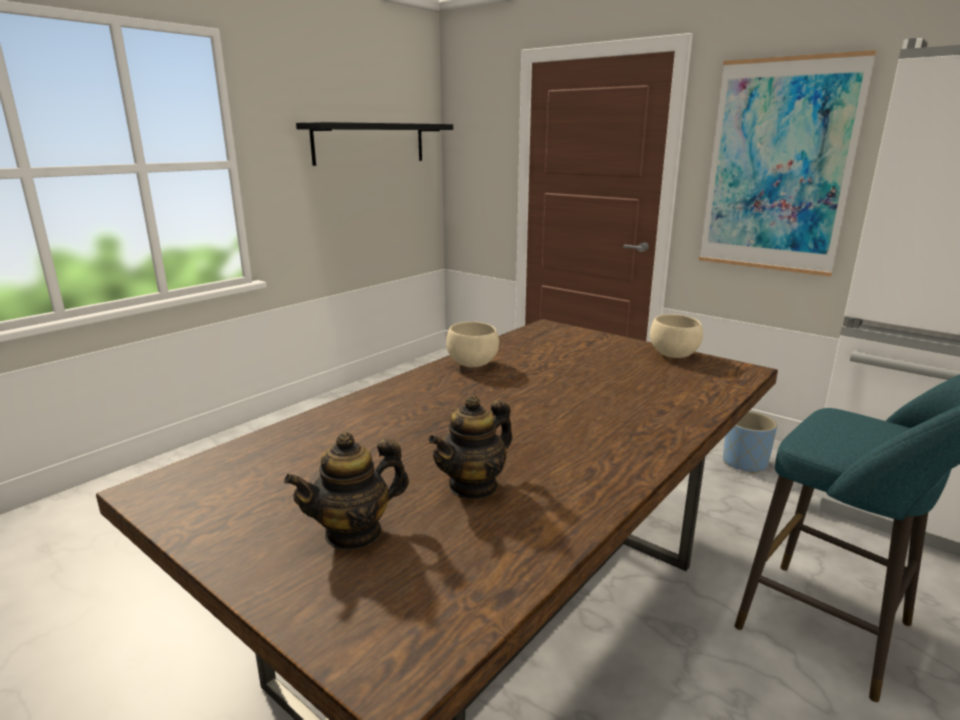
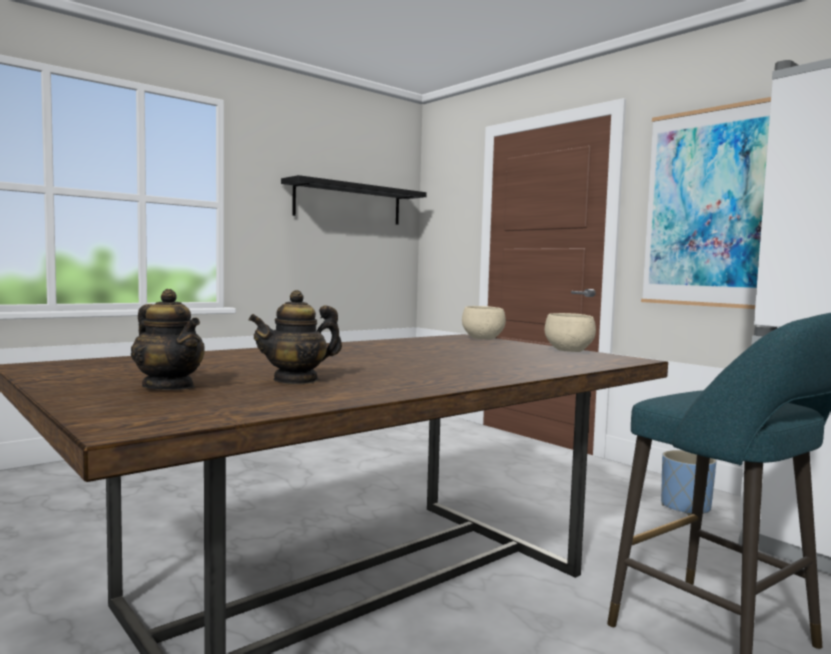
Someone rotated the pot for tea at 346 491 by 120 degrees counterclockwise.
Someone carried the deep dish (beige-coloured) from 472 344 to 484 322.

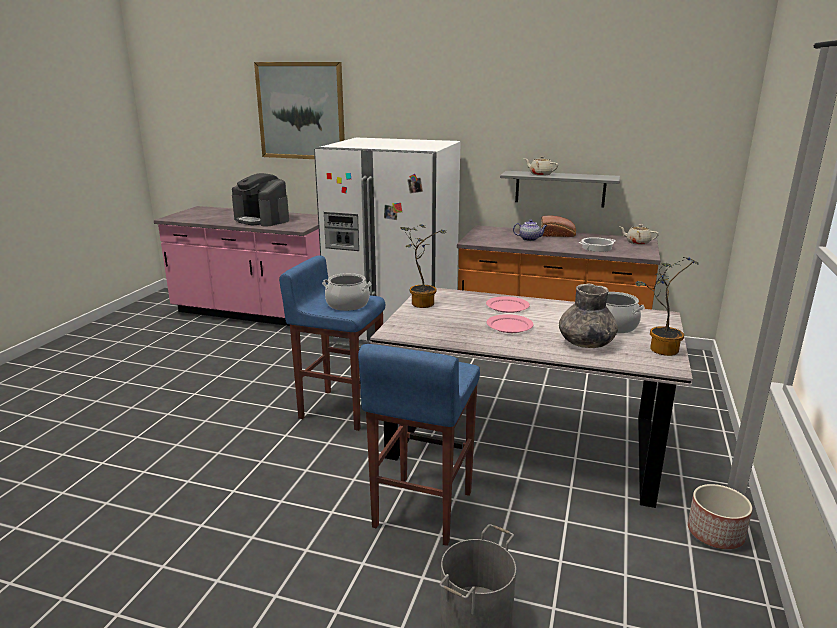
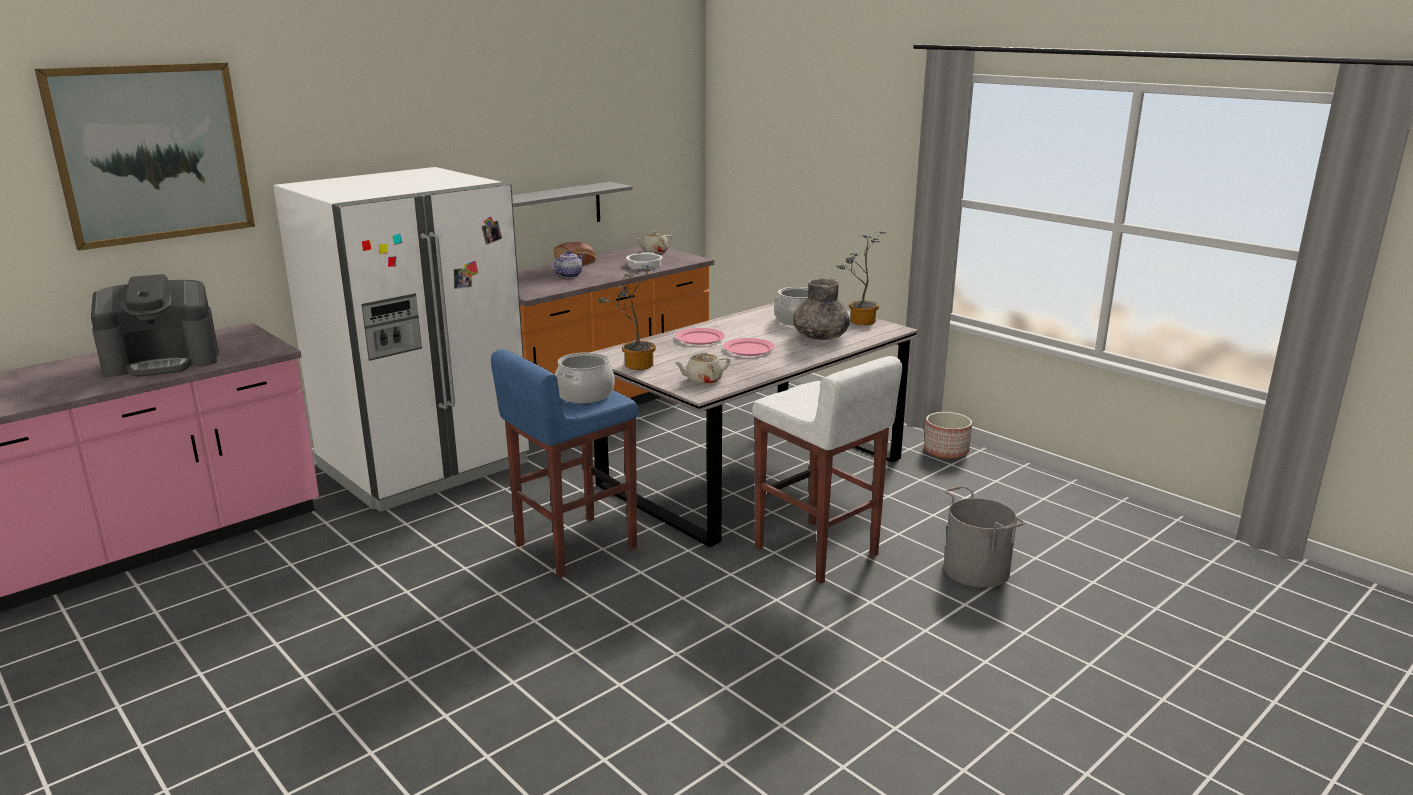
Someone repainted the stool seat (bluish) at 419 445, which became the stool seat (white-coloured) at 827 470.
Someone carried the pot for tea (beige-coloured) from 541 166 to 702 368.

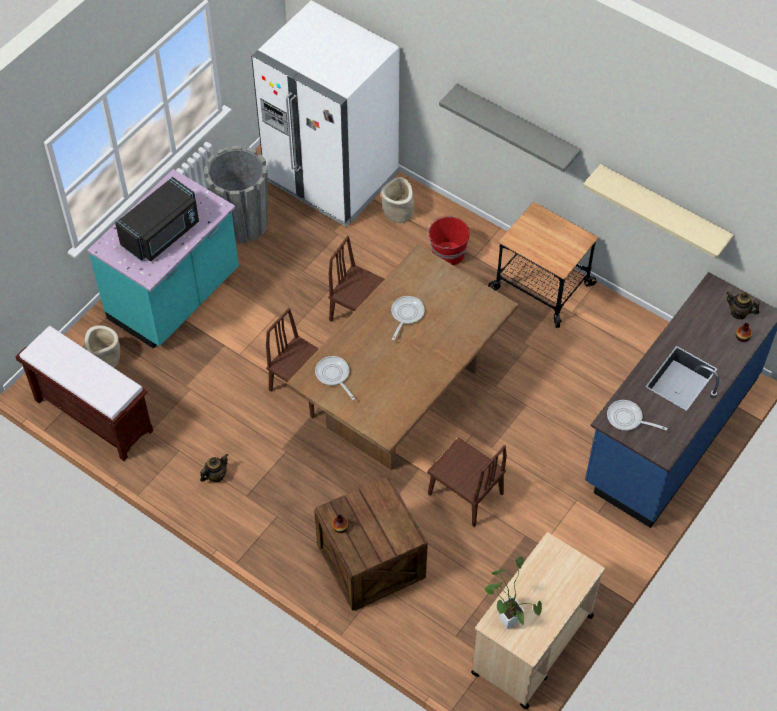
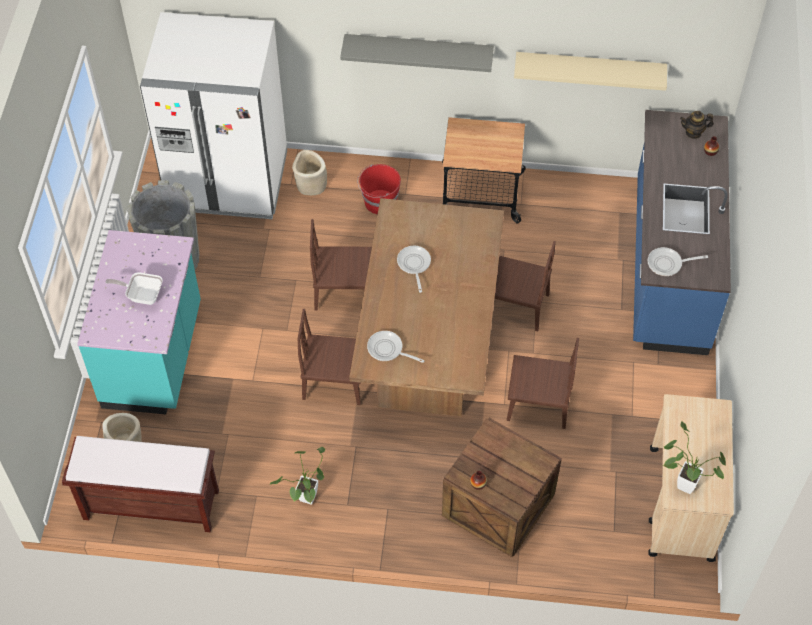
Someone swapped the kitchen microwave (blackish) at 157 219 for the frying pan at 134 288.
Someone swapped the pot for tea at 214 468 for the potted plant at 297 476.
Someone put down the chair (brownish) at 525 286.

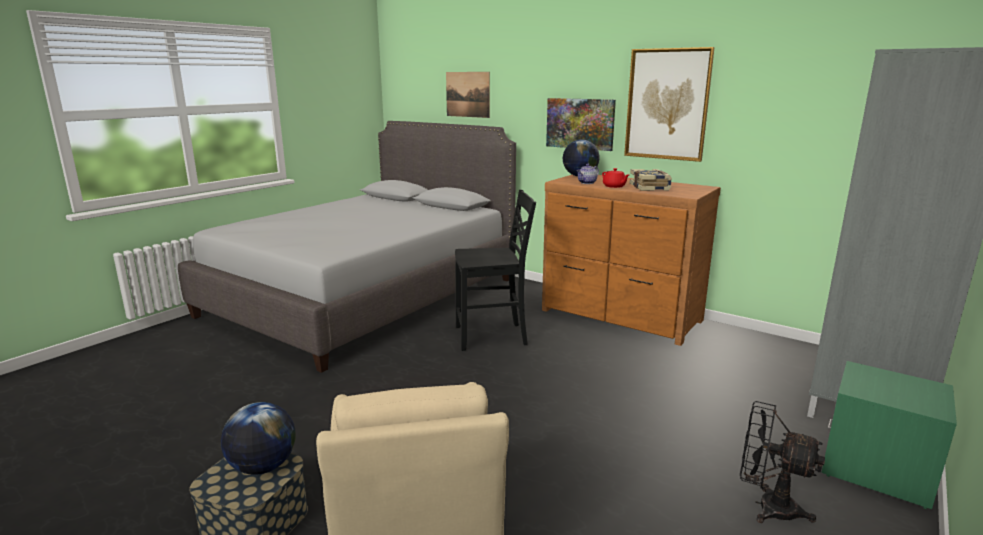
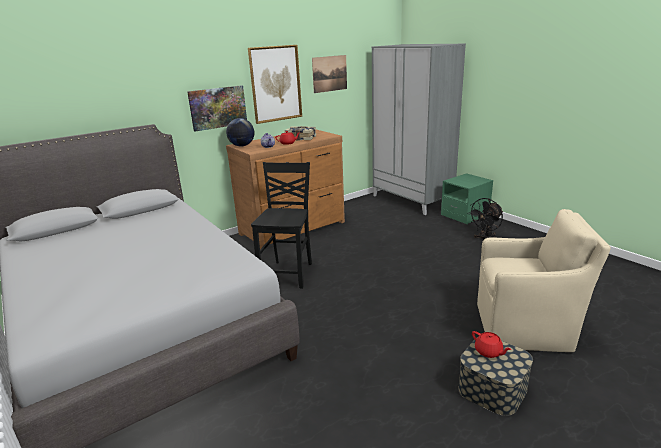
Someone swapped the world globe at 258 438 for the pot for tea (red-coloured) at 491 344.
Someone carried the wall picture from 468 95 to 329 74.

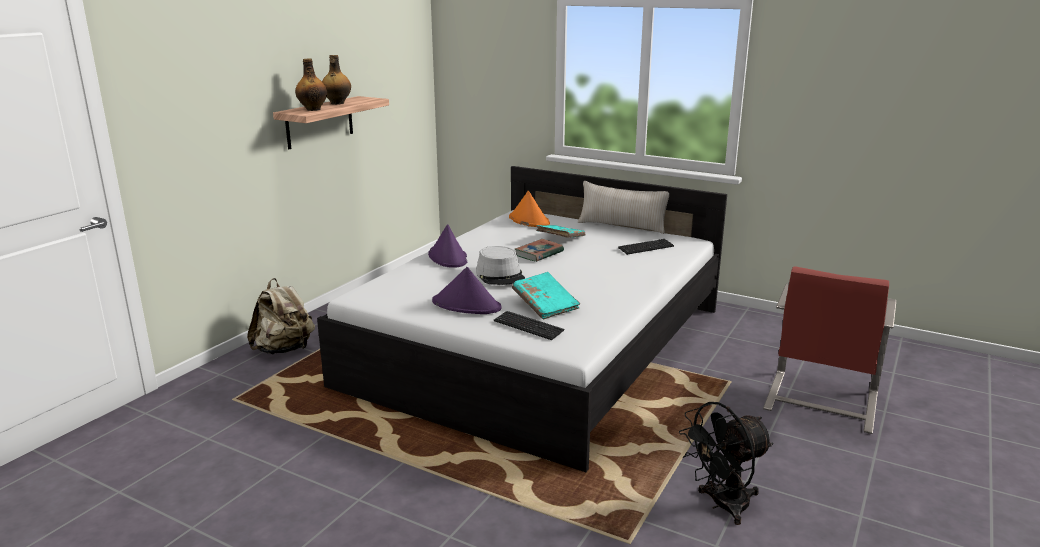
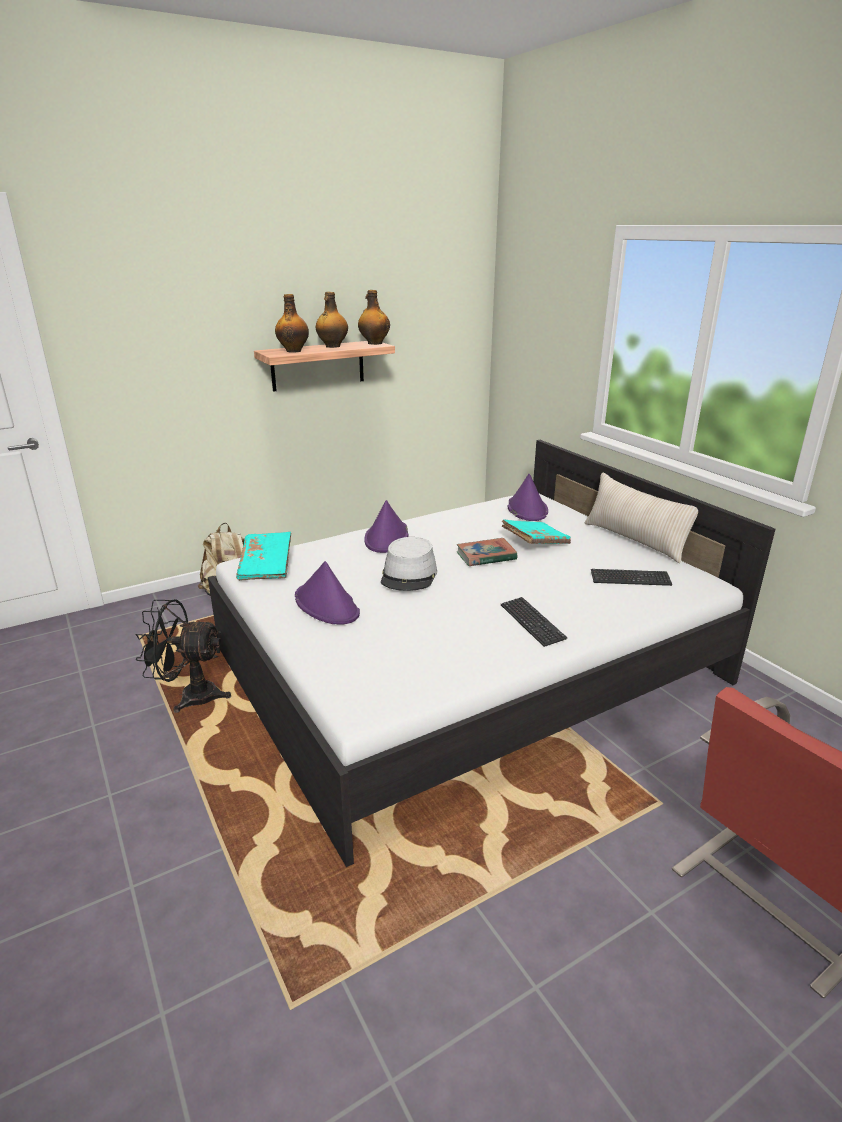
Someone carried the computer keyboard from 529 325 to 534 622.
Someone repainted the clothing hat (orange-coloured) at 529 209, which became the clothing hat (purple-coloured) at 527 497.
Someone carried the book (turquoise) from 546 296 to 263 556.
Someone carried the fan (blackish) from 726 463 to 183 656.
Someone put down the beverage bottle at 374 317.

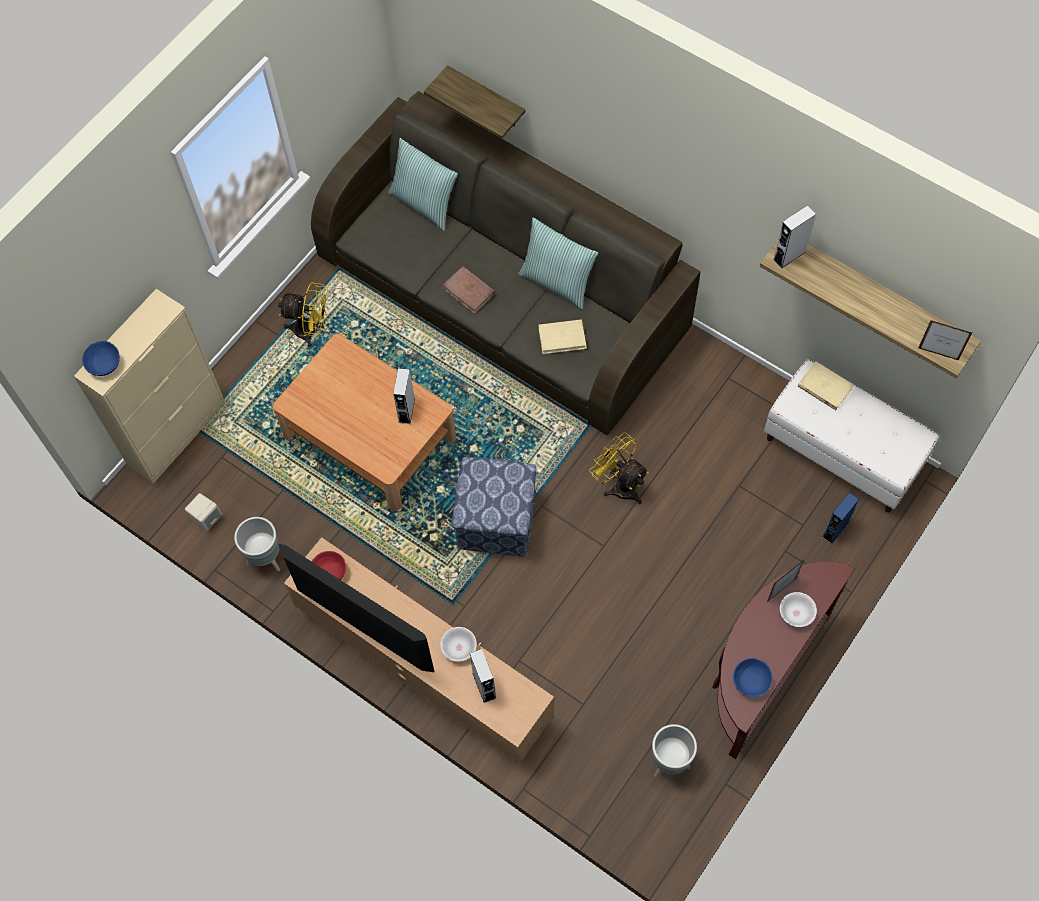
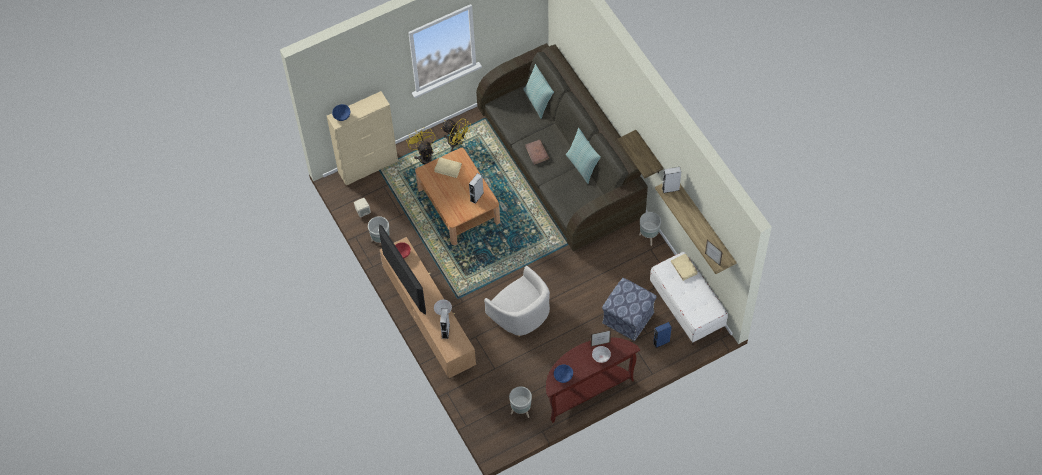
Someone carried the shelf from 474 102 to 641 154.
Someone carried the pouffe from 494 507 to 629 309.
Someone carried the book (beige-coloured) from 562 336 to 448 167.
Someone carried the fan (yellow) from 619 468 to 421 145.
Someone put down the easy chair (white-coloured) at 517 301.
Someone put down the flower pot (grey) at 650 229.

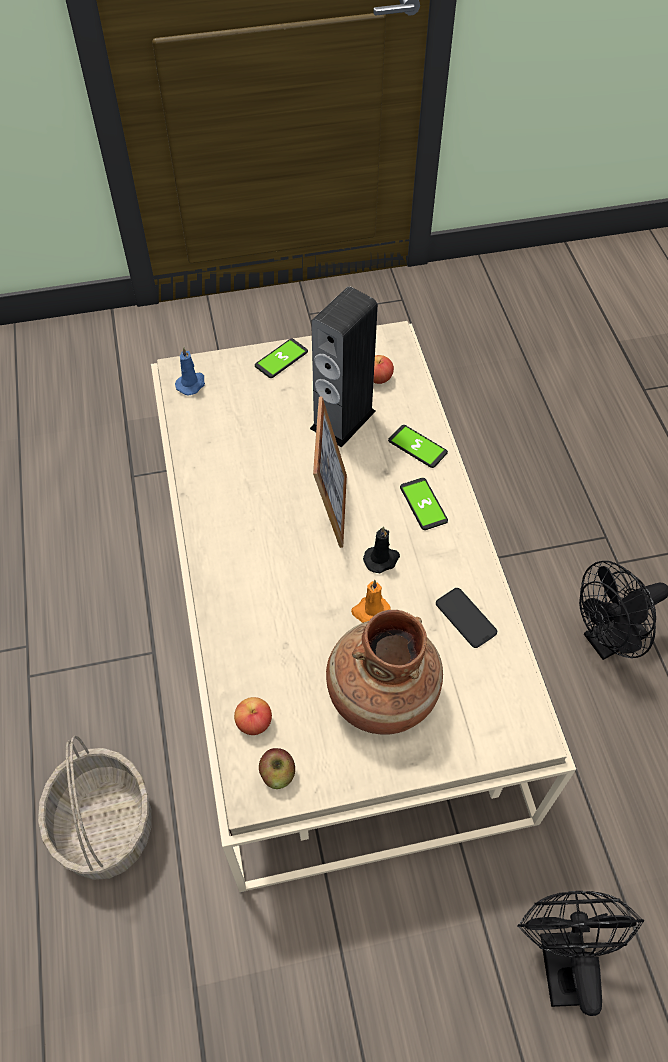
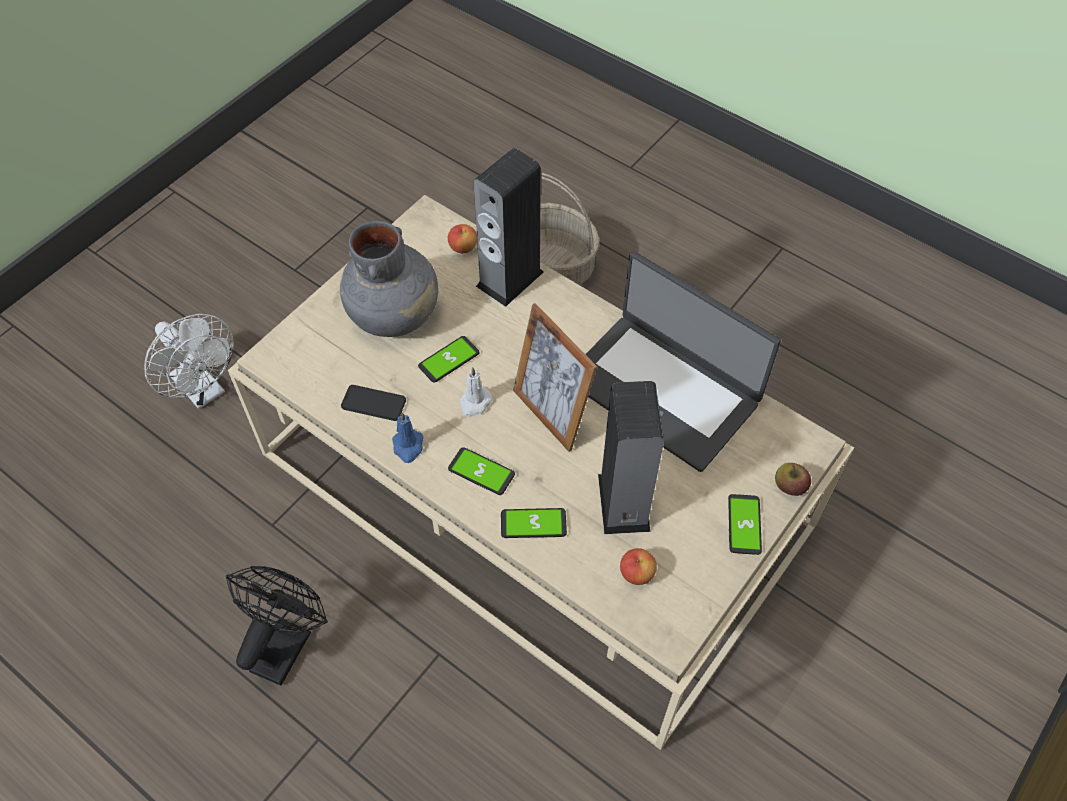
Someone carried the candle (bluish) from 190 371 to 407 437.
Someone carried the apple from 277 768 to 793 479.
Someone repainted the vase (brownish) at 384 672, which became the vase (grey) at 389 279.
Someone swapped the candle (orange-coloured) at 371 601 for the phone at 449 359.
Someone repainted the candle (blackish) at 381 549, which became the candle (white-coloured) at 476 392.
Someone repainted the fan (blackish) at 580 953, which became the fan (white-coloured) at 189 361.
Someone put down the loudspeaker at 508 227.
Someone put down the portable computer at 683 362.

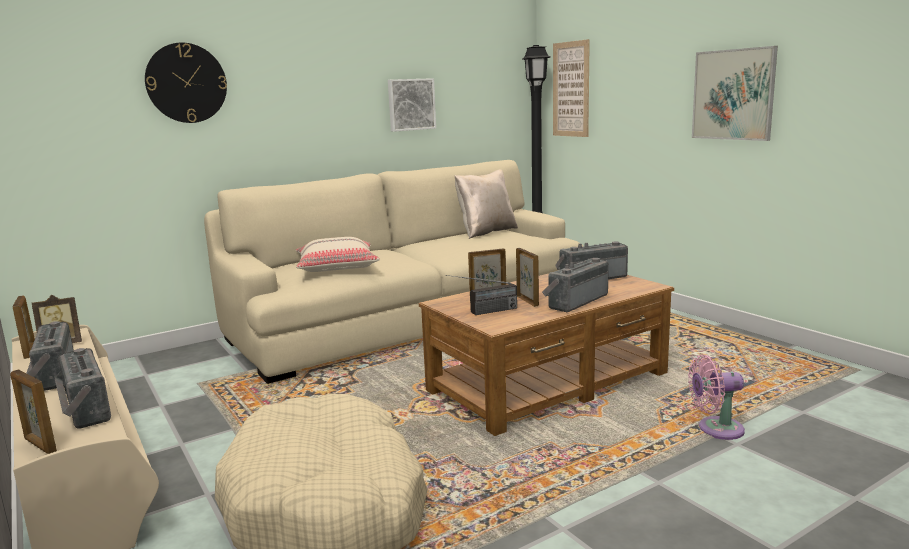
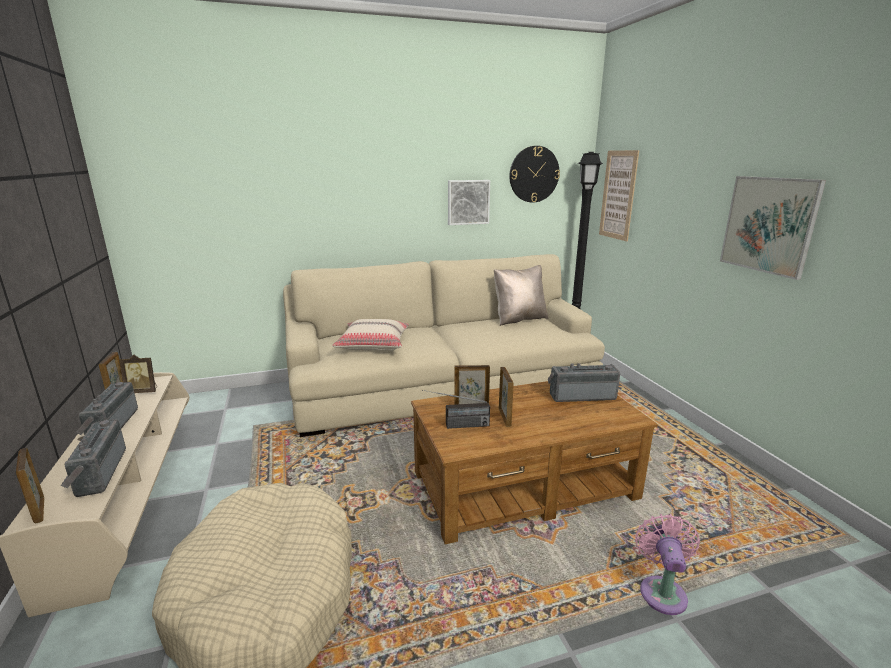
Someone carried the clock on the wall from 186 83 to 534 174.
Someone took away the radio at 575 285.
Someone rotated the fan (pink) at 716 397 by 90 degrees clockwise.

